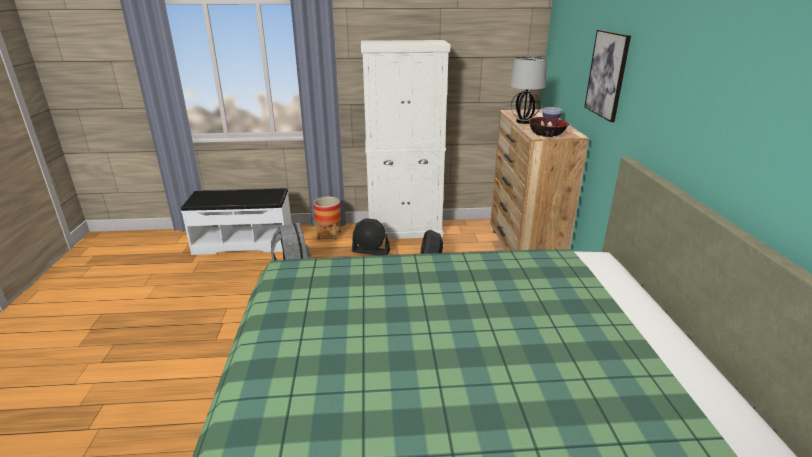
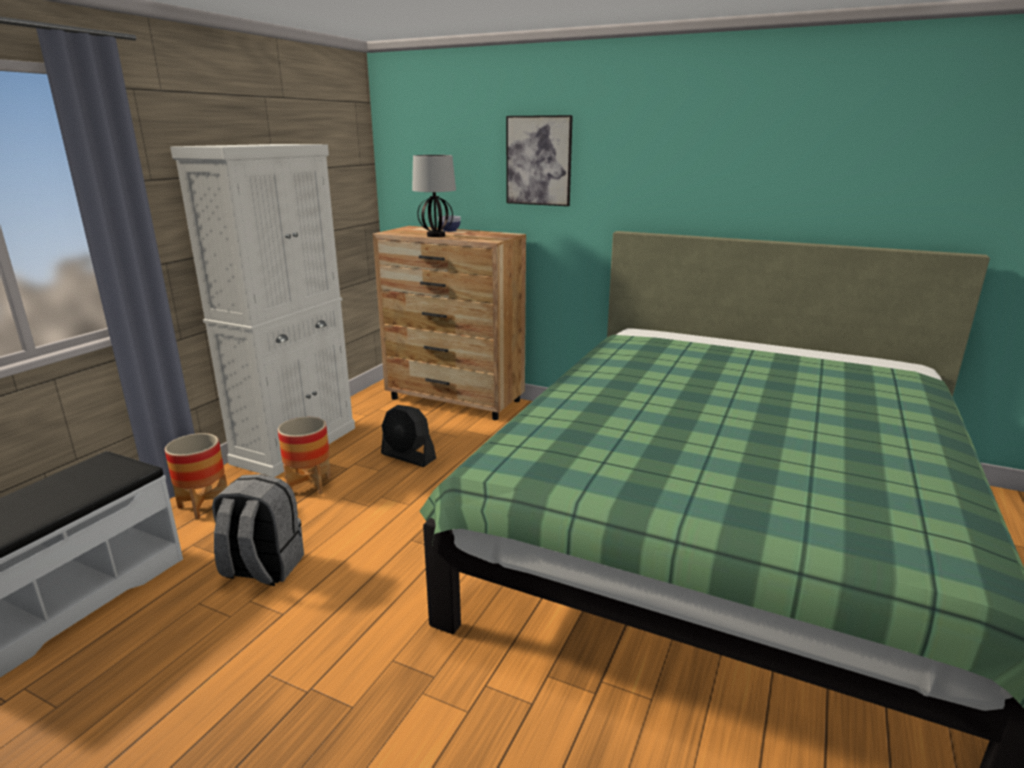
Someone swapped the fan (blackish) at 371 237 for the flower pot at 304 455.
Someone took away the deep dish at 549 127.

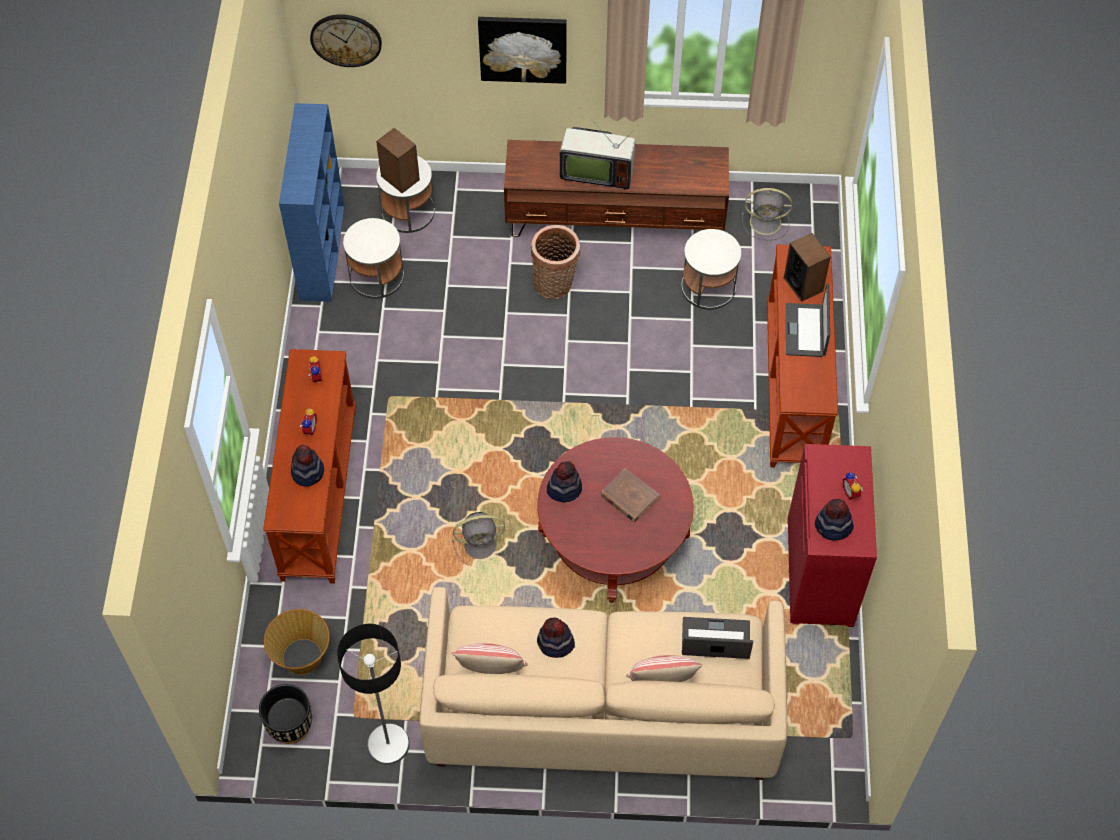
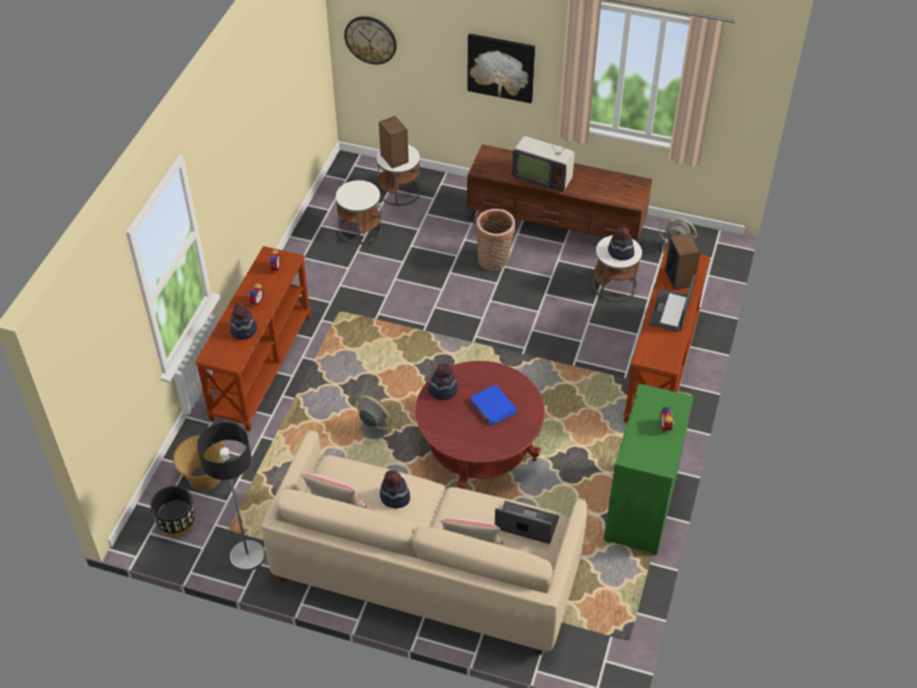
Someone took away the bookcase (bluish) at 312 202.
Someone rotated the fan (grey) at 478 539 by 150 degrees counterclockwise.
Someone repainted the book (brownish) at 630 495, which became the book (bluish) at 493 405.
Someone repainted the cupboard (red-coloured) at 832 535, which became the cupboard (greenish) at 649 470.
Someone carried the clothing hat from 834 520 to 621 243.

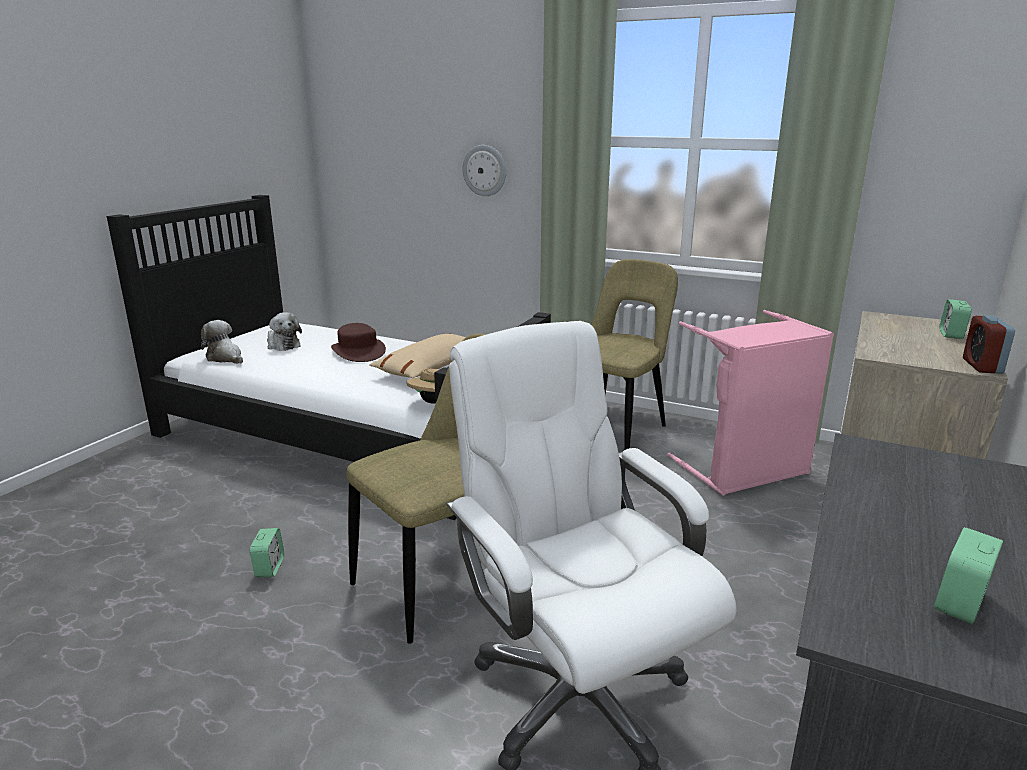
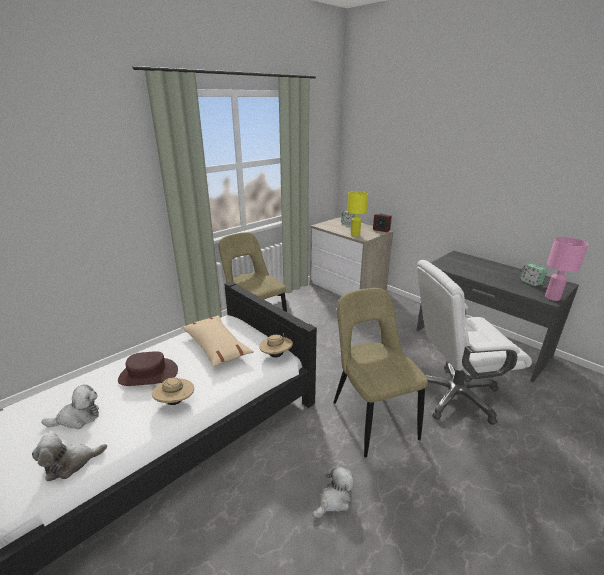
Someone swapped the table clock at 267 553 for the cuddly toy at 333 491.
Someone took away the clock on the wall at 484 170.
Someone took away the laundry basket (pink) at 750 403.
Someone put down the clothing hat (beige-coloured) at 173 391.
Someone put down the tabletop lamp (yellow) at 357 213.
Someone put down the tabletop lamp (pink) at 567 269.

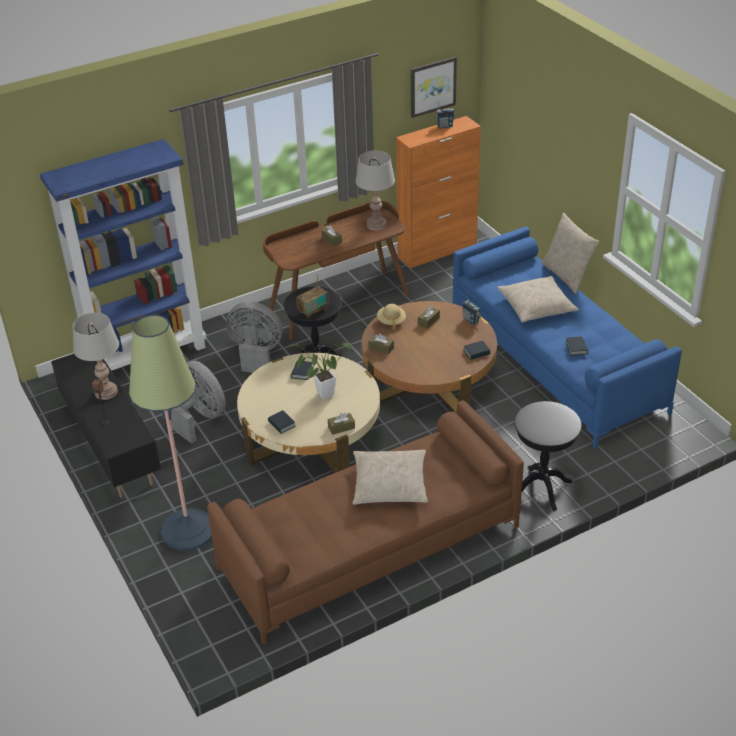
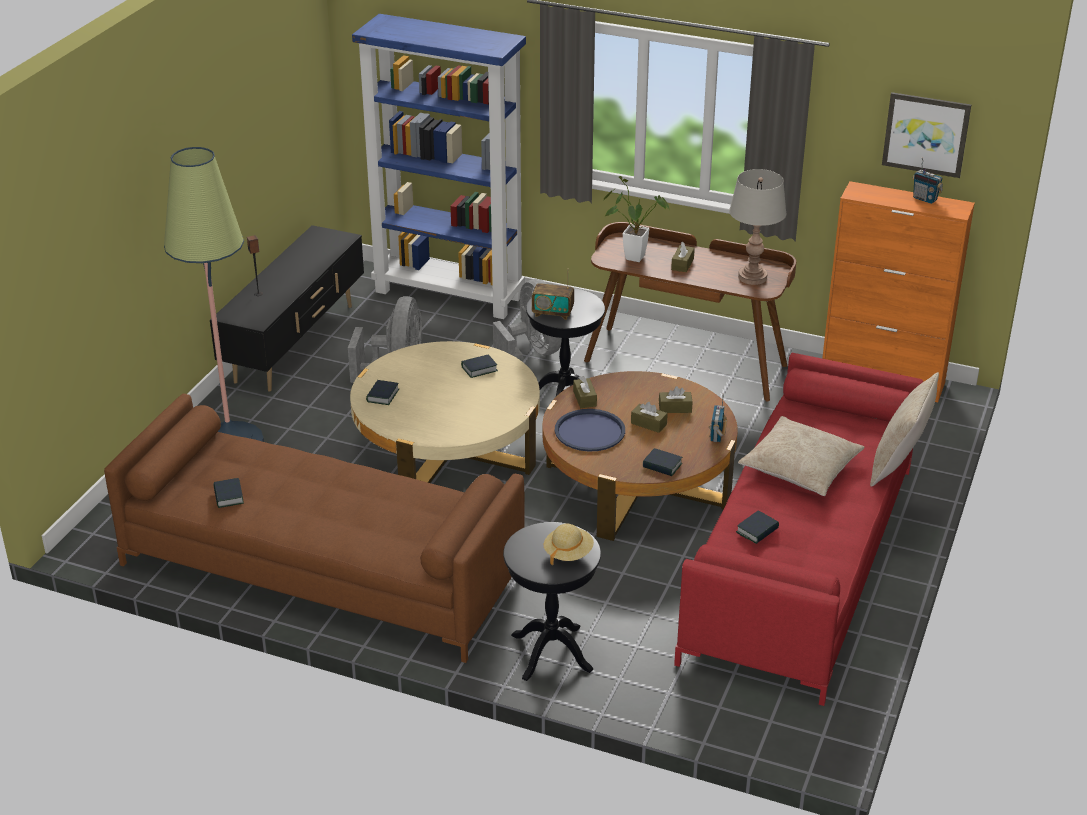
Someone took away the tabletop lamp (grey) at 96 356.
Someone carried the potted plant from 321 370 to 637 219.
Someone carried the box of tissues (brownish) from 341 424 to 649 417.
Someone took away the cushion (beige-coloured) at 390 477.
Someone carried the clothing hat (beige-coloured) from 391 317 to 569 544.
Someone repainted the settee (bluish) at 567 337, which became the settee (red-coloured) at 798 529.
Someone put down the book at 228 493.
Someone put down the carrying tray (bluish) at 590 430.

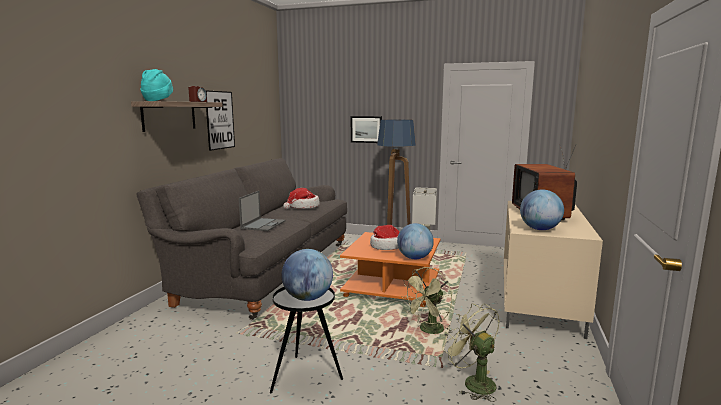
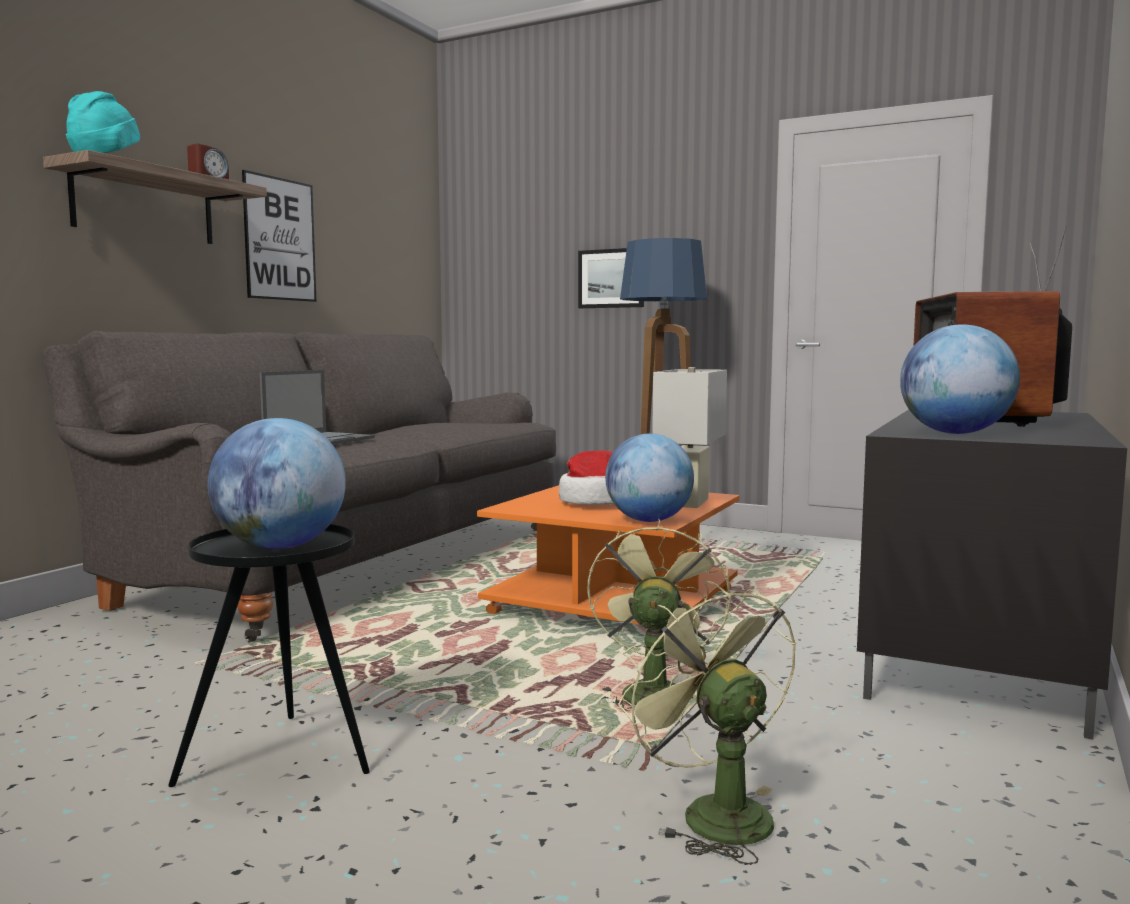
Someone took away the clothing hat at 301 198.
Someone rotated the fan (greenish) at 426 302 by 135 degrees clockwise.
Someone repainted the tv stand (beige-coloured) at 553 270, which became the tv stand (blackish) at 992 575.

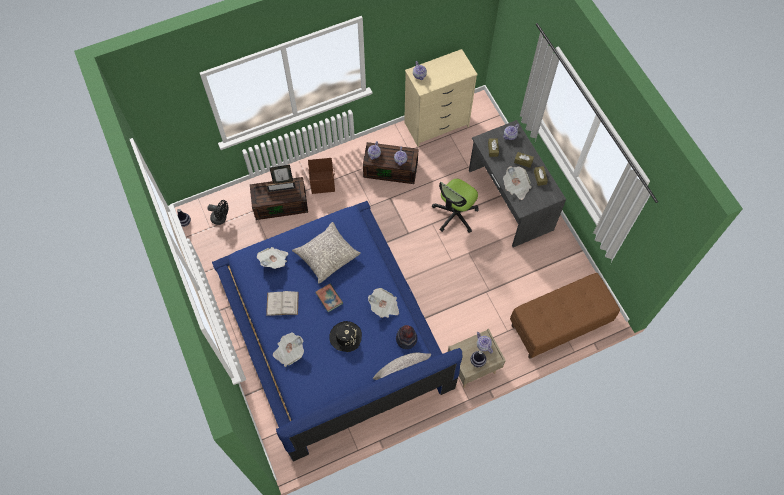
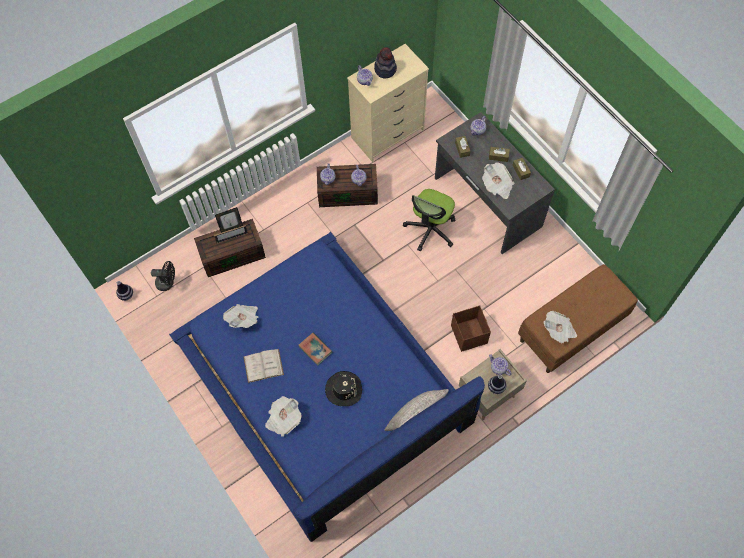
Someone took away the cushion (grey) at 326 252.
Someone carried the storage bin (brownish) from 321 176 to 471 329.
Someone carried the daily paper from 383 303 to 560 327.
Someone carried the clothing hat from 407 337 to 385 62.

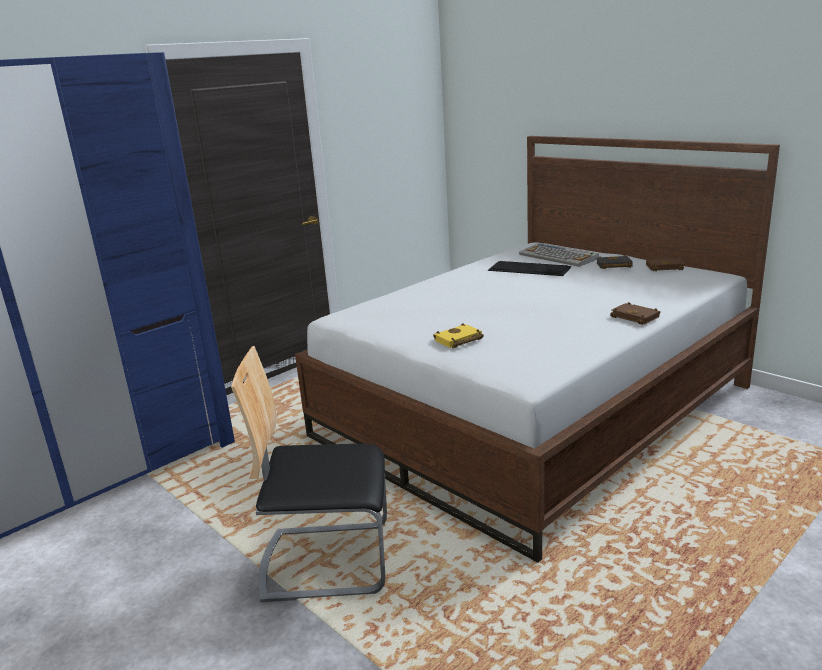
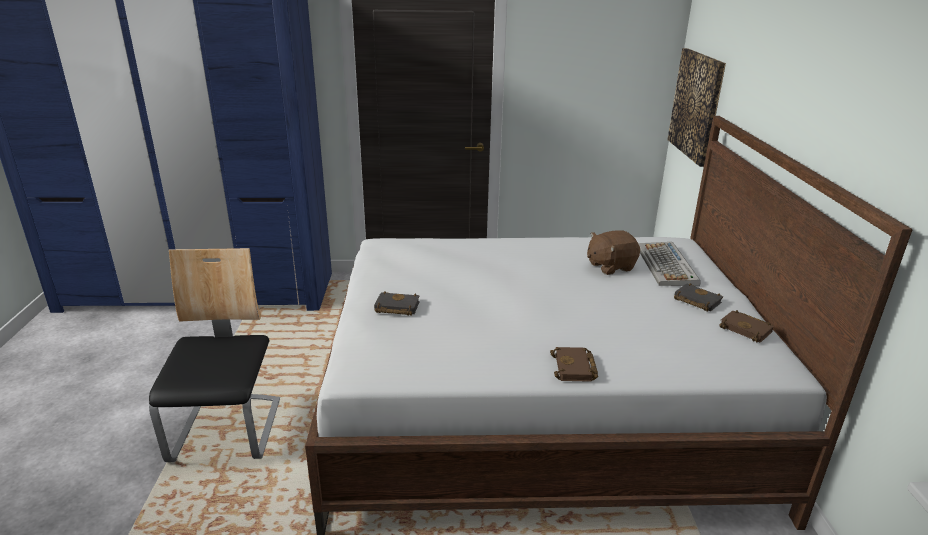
Someone rotated the chair at 309 474 by 45 degrees clockwise.
Someone repainted the book (yellow) at 458 335, which became the book (blackish) at 397 303.
Someone swapped the computer keyboard at 529 268 for the cuddly toy (brownish) at 613 252.
Someone put up the wall picture at 697 107.

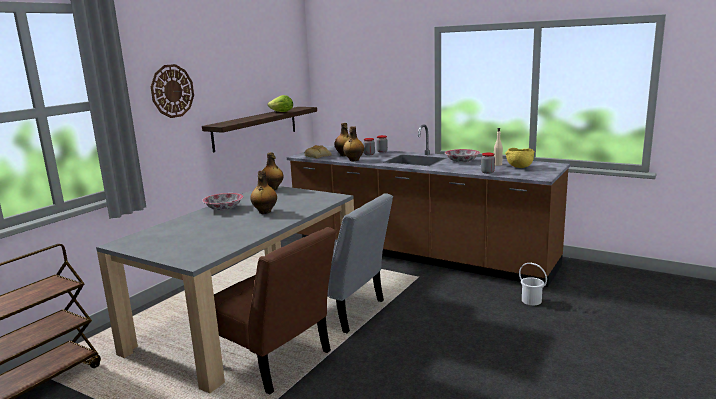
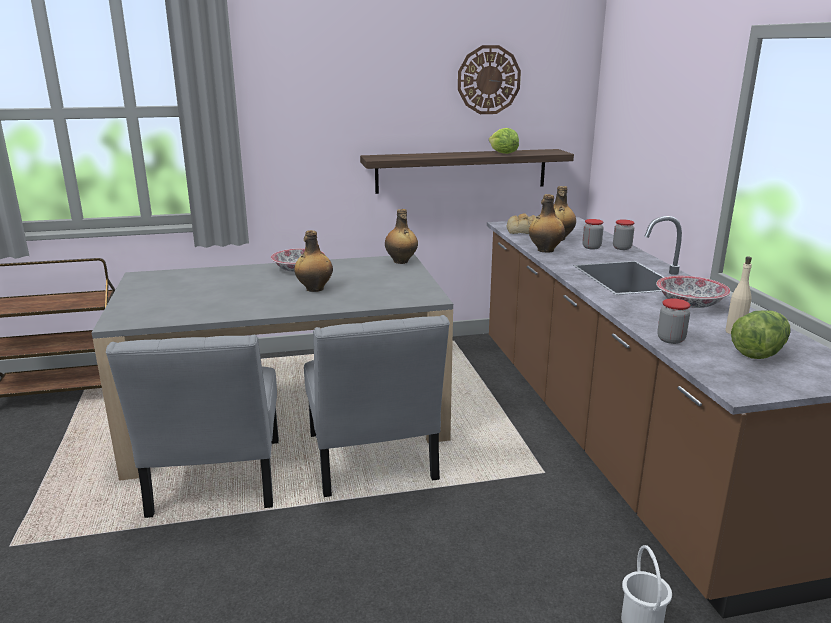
Someone carried the clock on the wall from 172 91 to 489 79.
Someone repainted the chair (brownish) at 275 311, which became the chair (grey) at 192 426.
Someone swapped the deep dish (yellow) at 520 158 for the lettuce at 761 334.

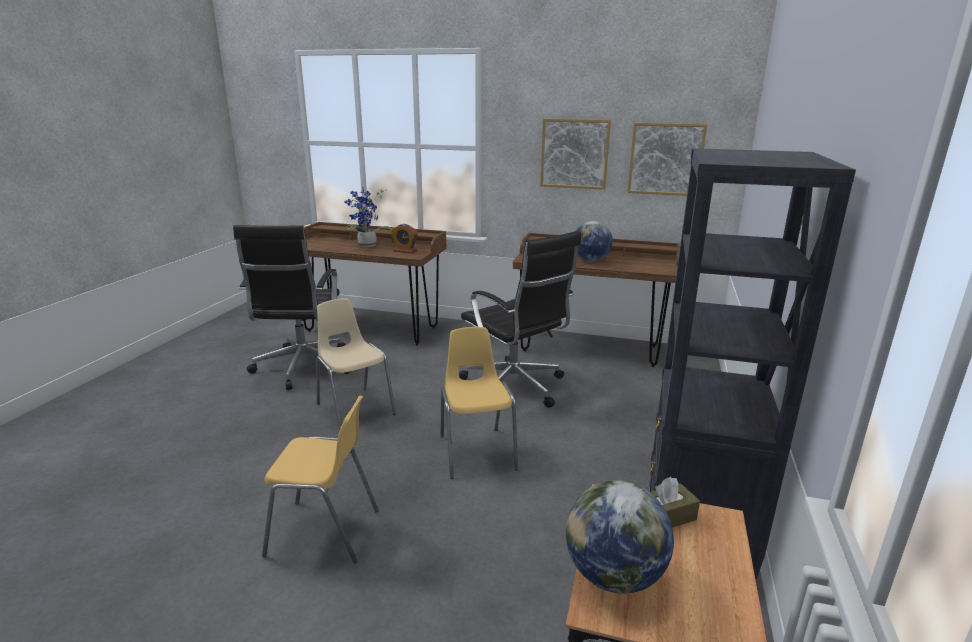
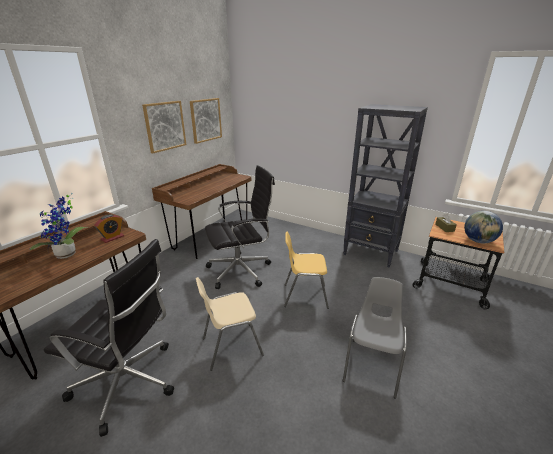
Someone repainted the chair (yellow) at 320 479, which became the chair (grey) at 375 338.
Someone took away the world globe at 594 241.

